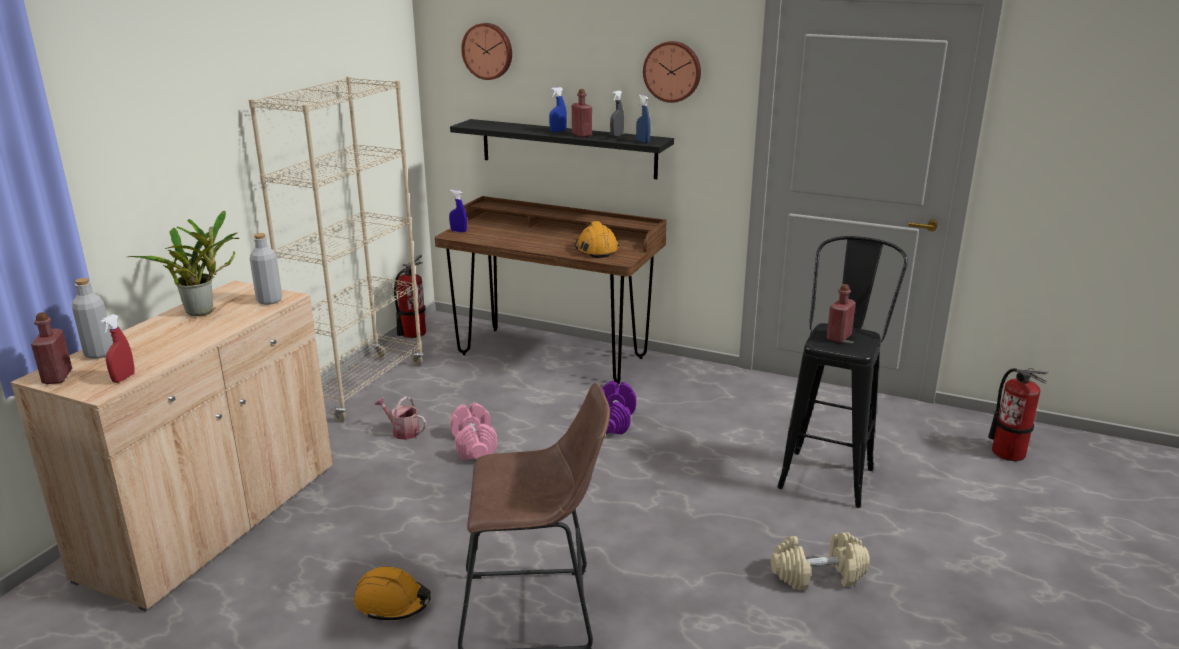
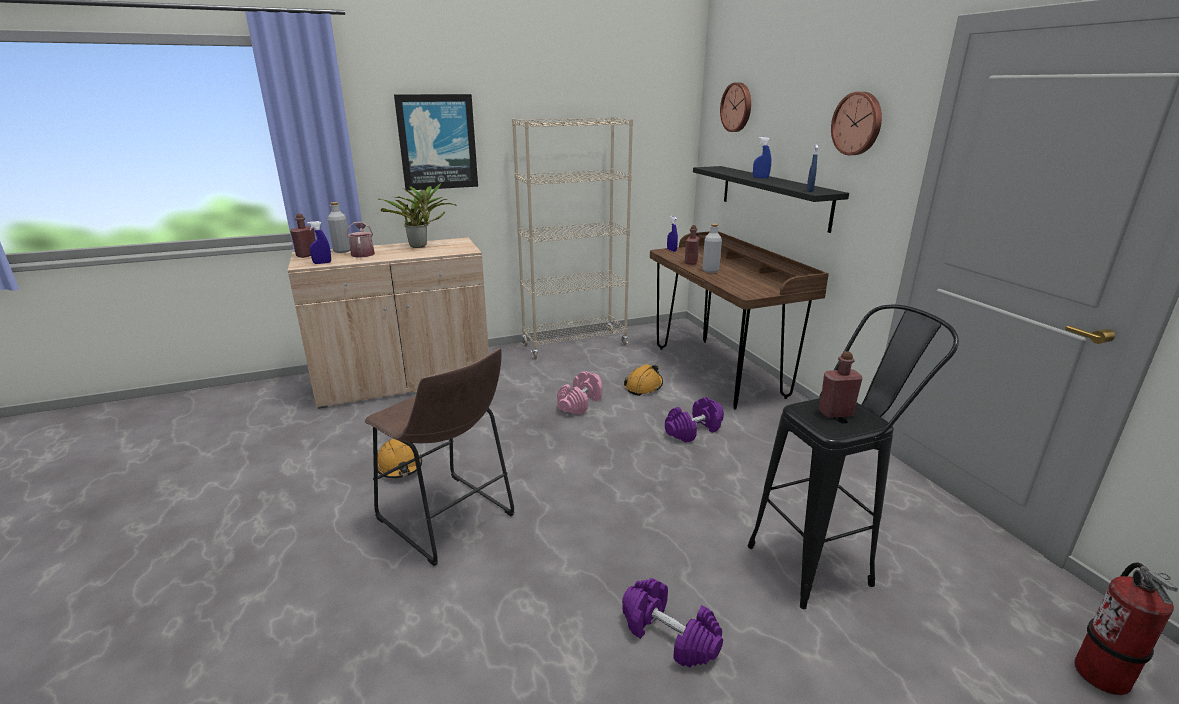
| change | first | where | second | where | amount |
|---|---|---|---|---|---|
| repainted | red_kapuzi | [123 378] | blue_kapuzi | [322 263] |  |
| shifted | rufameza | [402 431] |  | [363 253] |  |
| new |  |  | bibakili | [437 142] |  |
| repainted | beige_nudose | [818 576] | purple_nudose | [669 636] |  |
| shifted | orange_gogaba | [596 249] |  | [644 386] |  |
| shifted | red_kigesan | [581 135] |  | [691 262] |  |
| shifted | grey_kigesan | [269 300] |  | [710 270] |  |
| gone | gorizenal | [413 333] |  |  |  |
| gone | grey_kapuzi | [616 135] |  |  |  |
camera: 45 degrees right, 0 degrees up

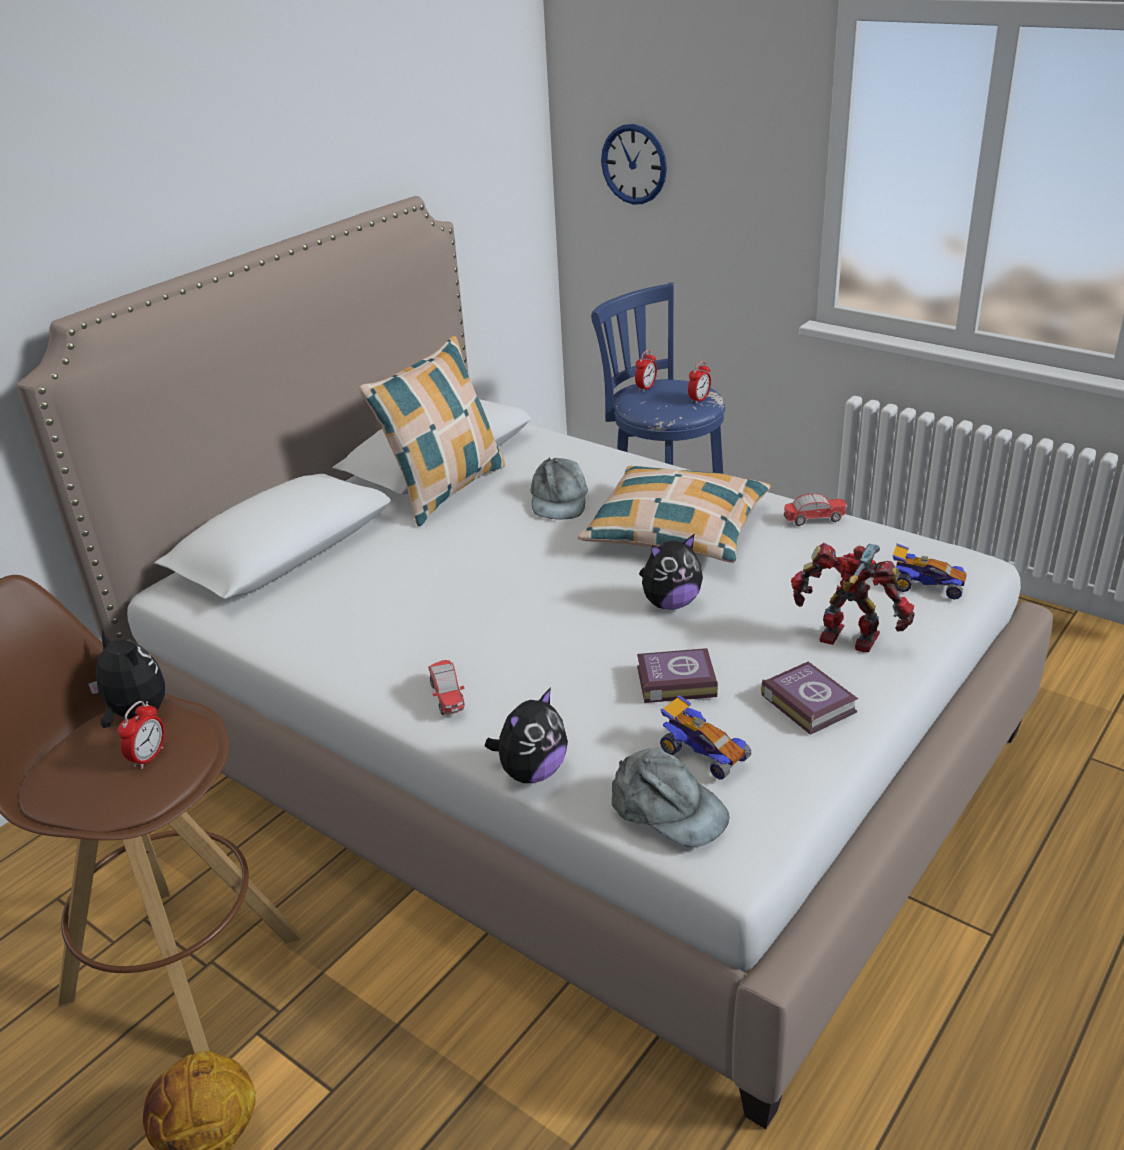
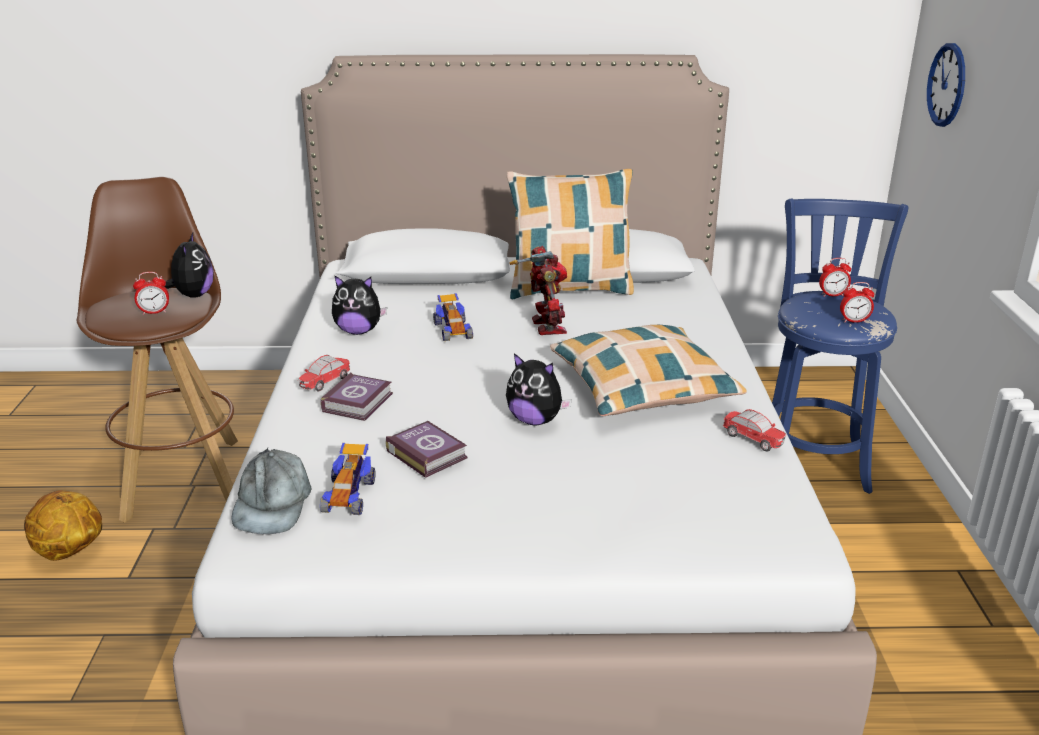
| change | first | where | second | where | amount |
|---|---|---|---|---|---|
| shifted | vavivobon | [808 702] |  | [359 402] |  |
| shifted | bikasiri | [532 772] |  | [358 331] |  |
| shifted | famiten | [926 586] |  | [452 330] |  |
| shifted | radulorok | [848 640] |  | [545 327] |  |
| gone | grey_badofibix | [558 499] |  |  |  |
camera: 50 degrees right, 5 degrees down

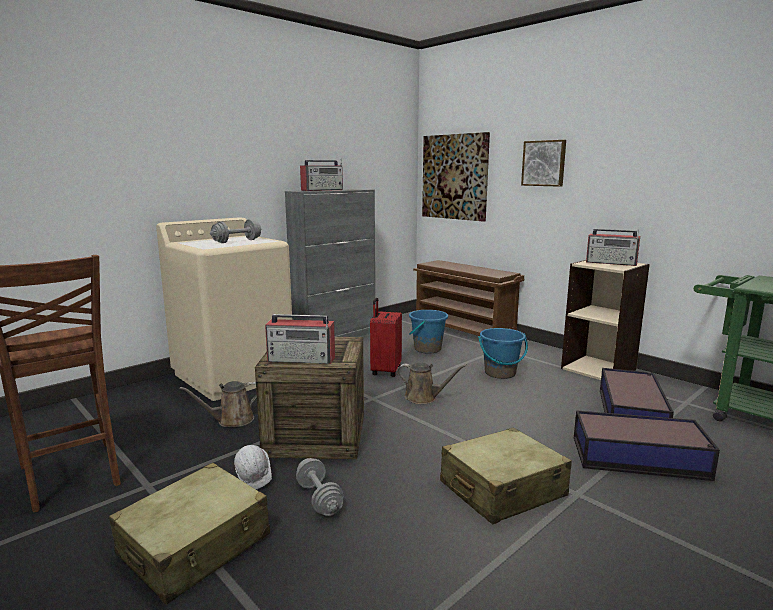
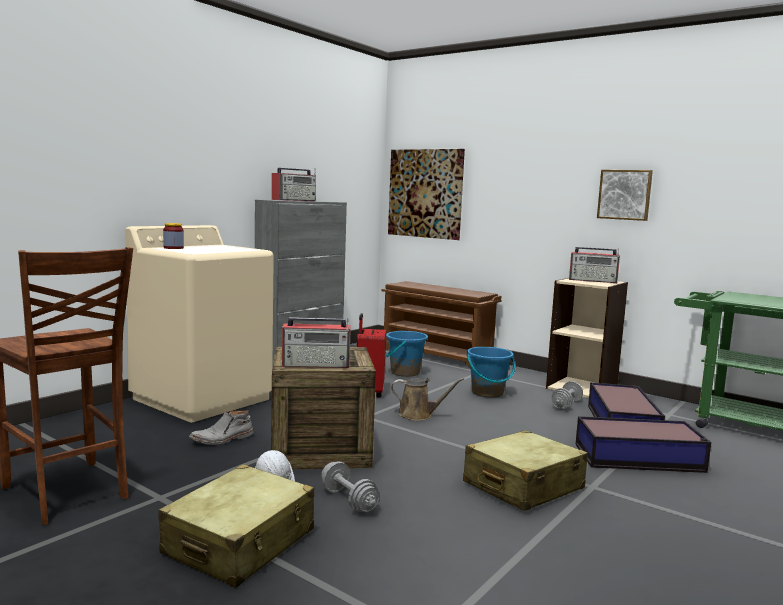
| change | first | where | second | where | amount |
|---|---|---|---|---|---|
| new |  |  | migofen | [173 248] |  |
| swapped | brown_rufameza | [232 420] | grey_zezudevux | [222 439] |  |
| shifted | grey_nudose | [237 241] |  | [566 405] |  |
| shifted | bibakili | [544 163] |  | [625 194] |  |
camera: 10 degrees left, 5 degrees down

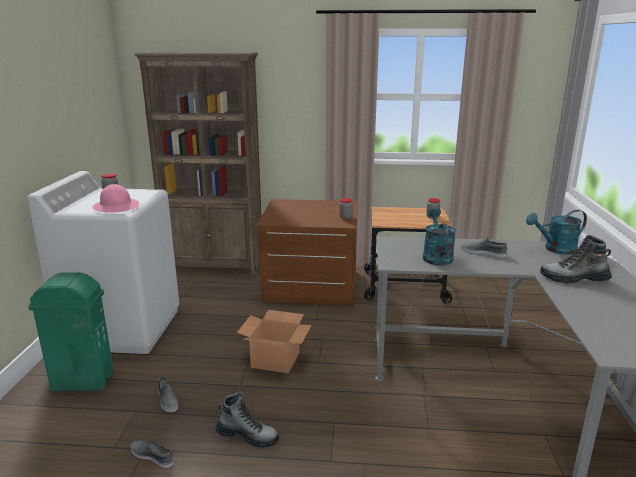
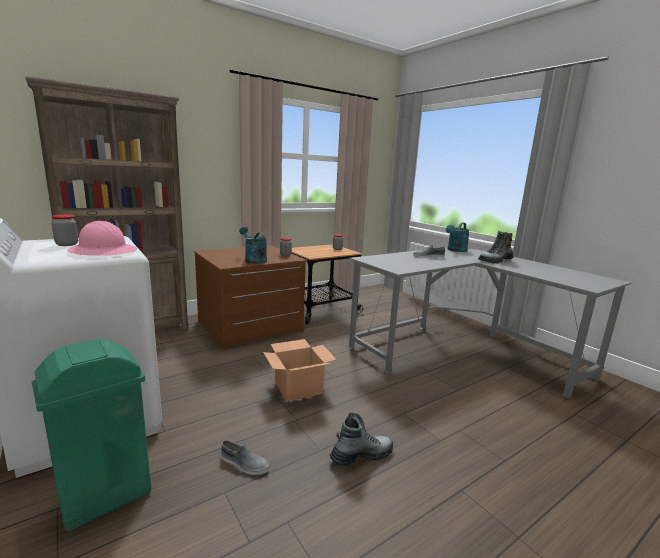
| change | first | where | second | where | amount |
|---|---|---|---|---|---|
| shifted | turquoise_rufameza | [436 256] |  | [253 260] |  |
| gone | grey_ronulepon | [152 456] |  |  |  |
camera: 40 degrees left, 5 degrees down

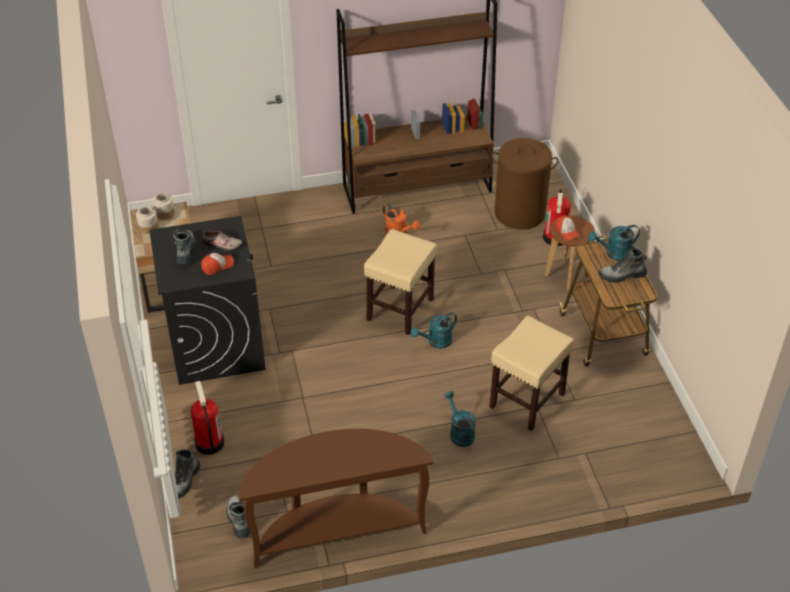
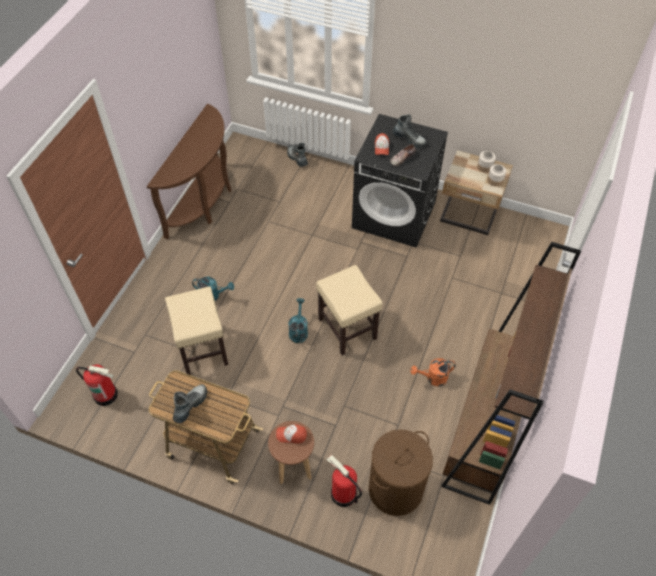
| change | first | where | second | where | amount |
|---|---|---|---|---|---|
| shifted | gorizenal | [209 443] |  | [106 394] |  |
| gone | zezudevux | [238 520] |  |  |  |
| gone | turquoise_rufameza | [613 253] |  |  |  |
camera: 125 degrees right, 10 degrees up

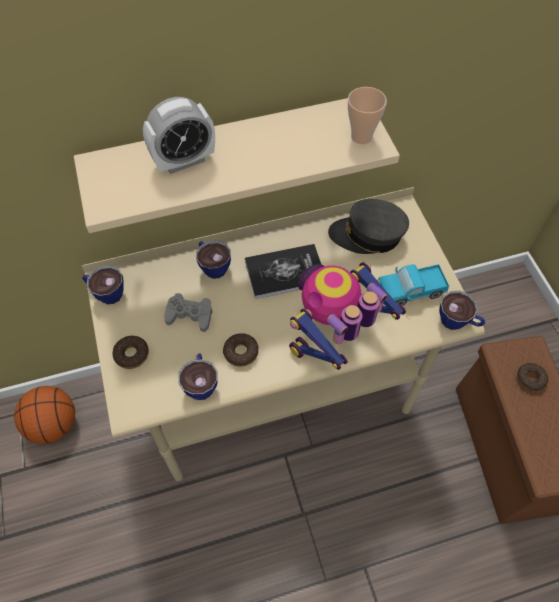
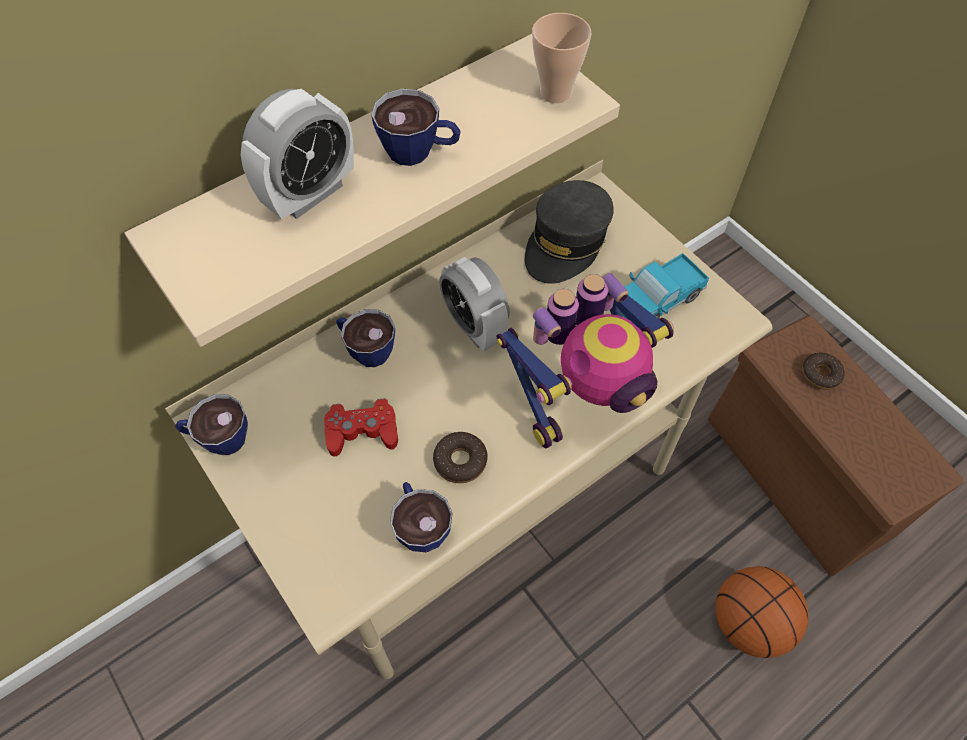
| change | first | where | second | where | amount |
|---|---|---|---|---|---|
| repainted | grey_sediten | [190 315] | red_sediten | [362 431] |  |
| shifted | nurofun | [458 322] |  | [419 152] |  |
| swapped | vavivobon | [285 272] | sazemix | [474 326] |  |
| rotated | radulorok | [335 337] |  | [583 396] | 150 degrees counterclockwise |
| rotated | grey_badofibix | [367 235] |  | [566 243] | 45 degrees counterclockwise |
| shifted | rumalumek | [53 424] |  | [748 623] |  |
| gone | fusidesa | [132 354] |  |  |  |
camera: 20 degrees left, 0 degrees up

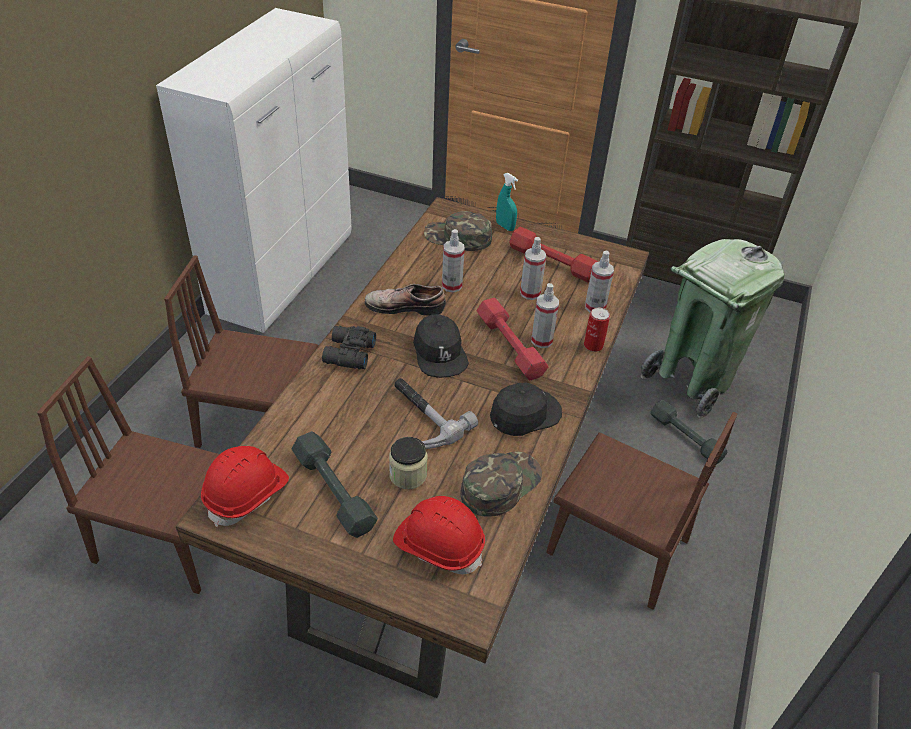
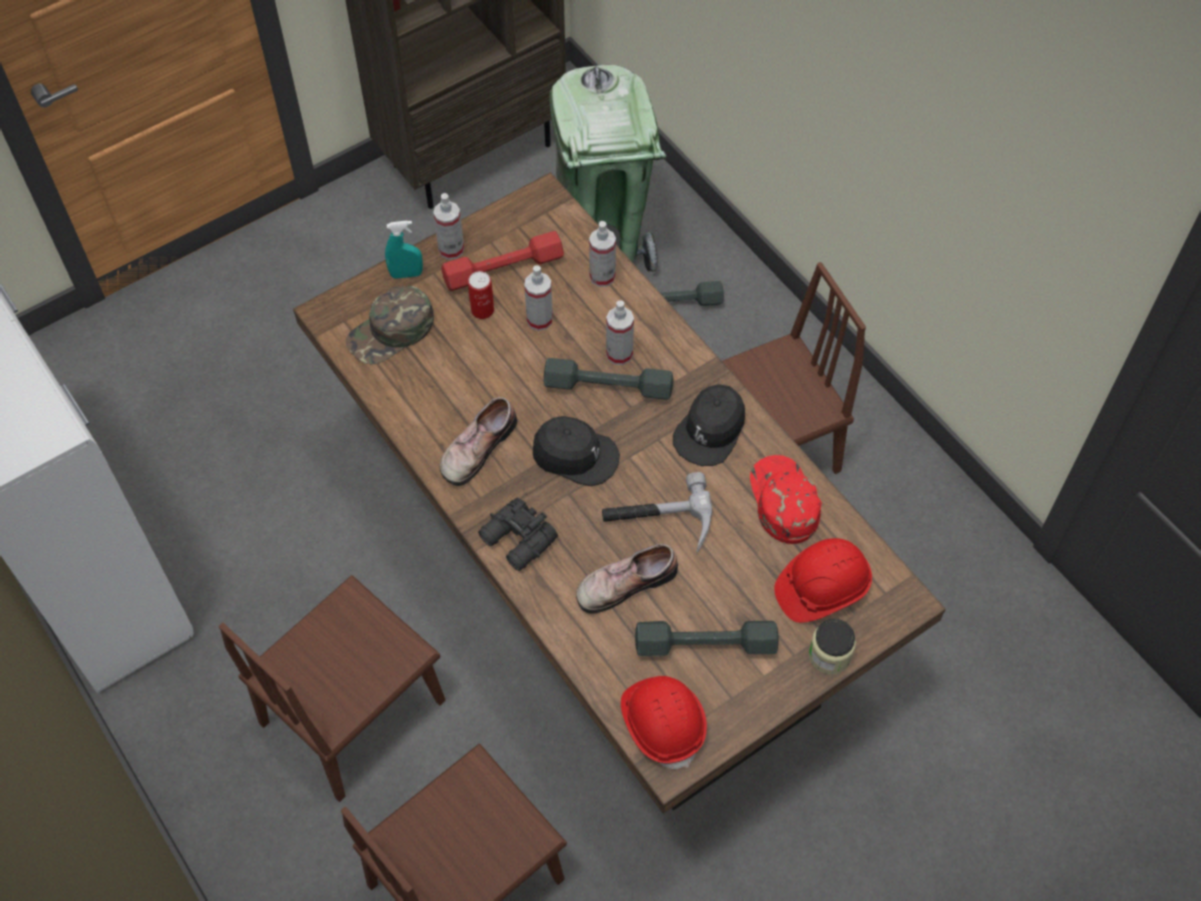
| change | first | where | second | where | amount |
|---|---|---|---|---|---|
| shifted | kapuzi | [452 285] |  | [451 249] |  |
| shifted | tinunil | [593 345] |  | [482 310] |  |
| repainted | red_nudose | [510 346] | grey_nudose | [608 386] |  |
| new |  |  | ronulepon | [624 581] |  |
| rotated | black_badofibix | [524 414] |  | [710 430] | 150 degrees counterclockwise |
| repainted | green_badofibix | [500 484] | red_badofibix | [783 501] |  |
| shifted | migofen | [408 475] |  | [829 655] |  |
camera: 55 degrees left, 15 degrees up

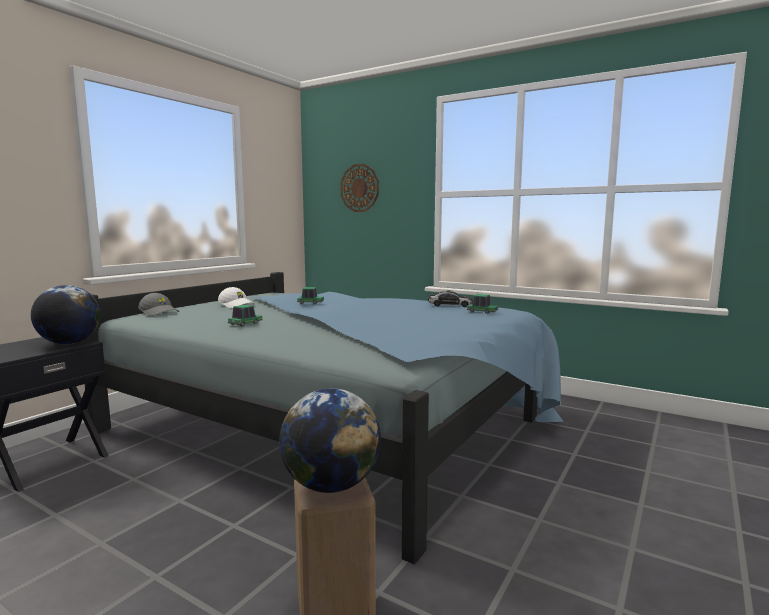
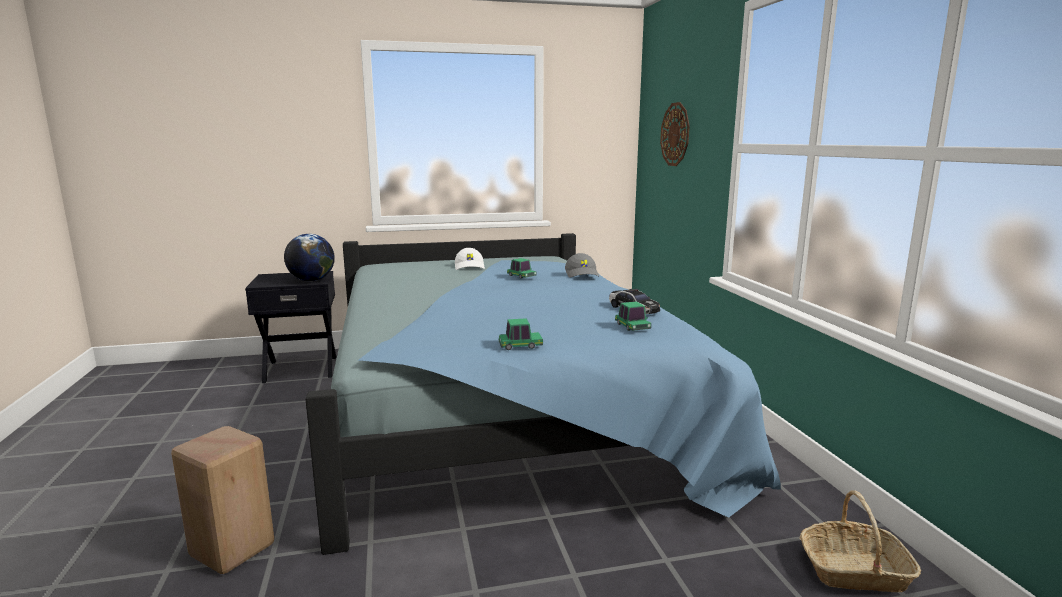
| change | first | where | second | where | amount |
|---|---|---|---|---|---|
| shifted | famiten | [245 324] |  | [520 346] |  |
| shifted | grey_badofibix | [159 312] |  | [582 274] |  |
| new |  |  | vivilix | [854 571] |  |
| gone | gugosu | [331 485] |  |  |  |
camera: 45 degrees right, 5 degrees up

